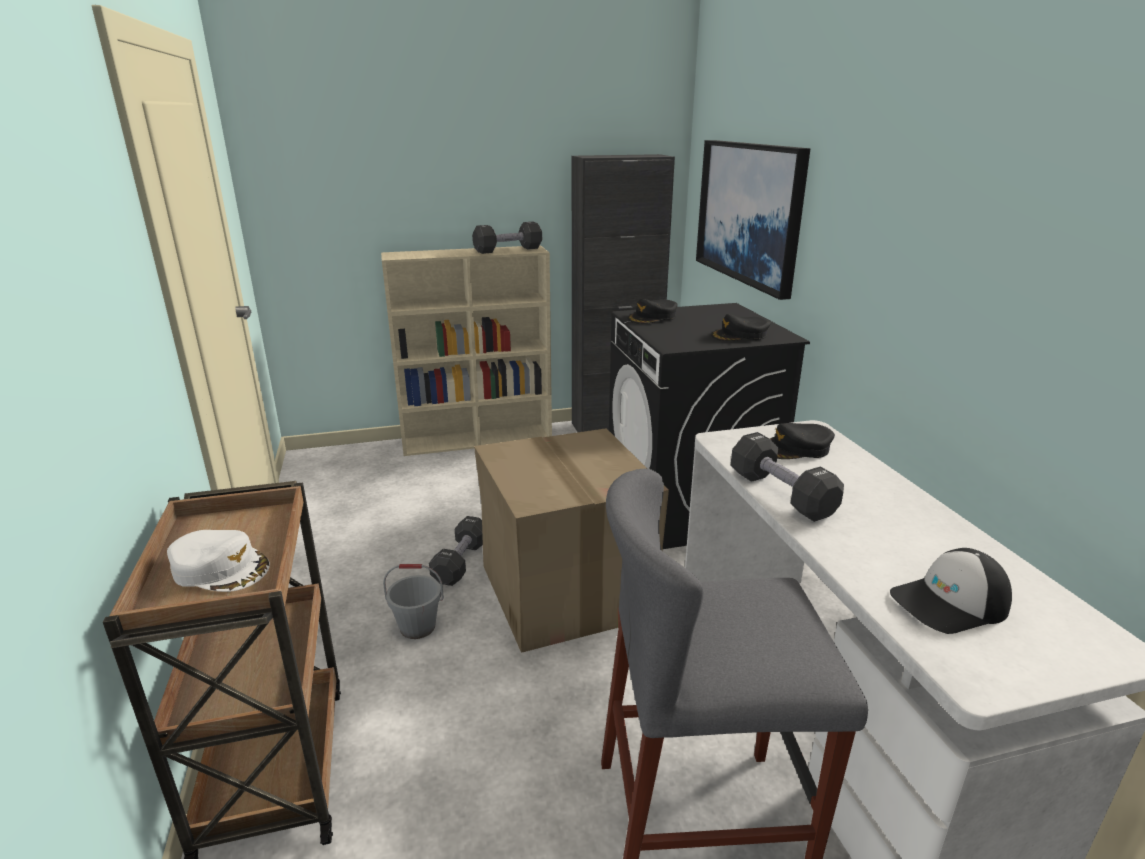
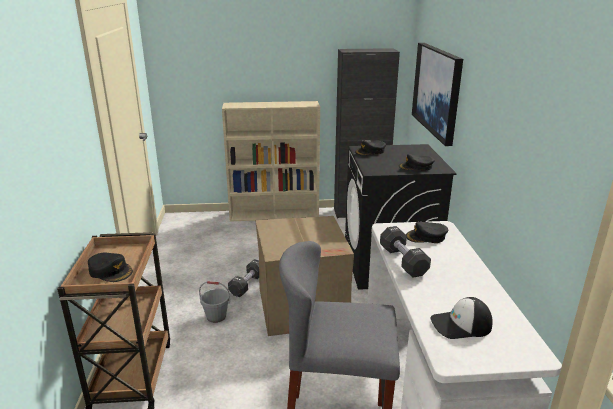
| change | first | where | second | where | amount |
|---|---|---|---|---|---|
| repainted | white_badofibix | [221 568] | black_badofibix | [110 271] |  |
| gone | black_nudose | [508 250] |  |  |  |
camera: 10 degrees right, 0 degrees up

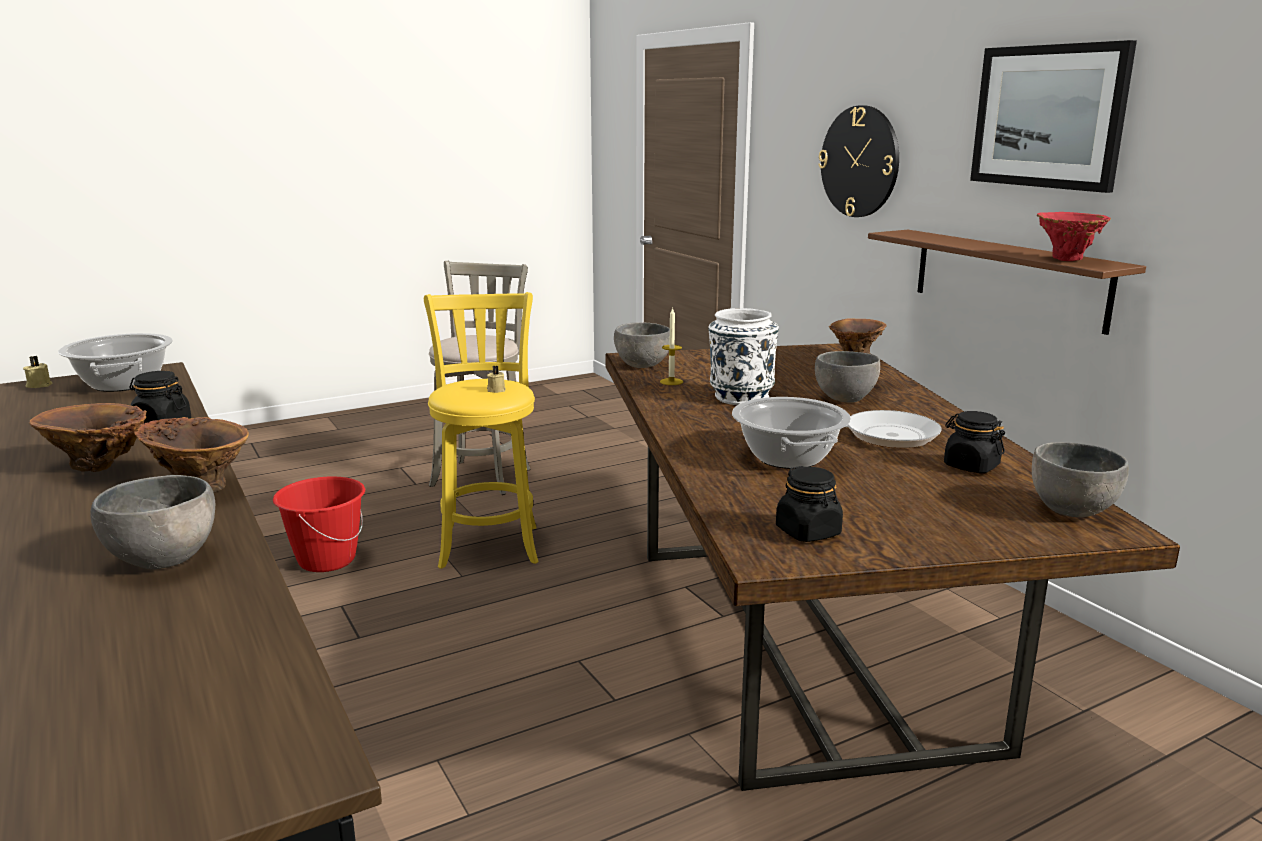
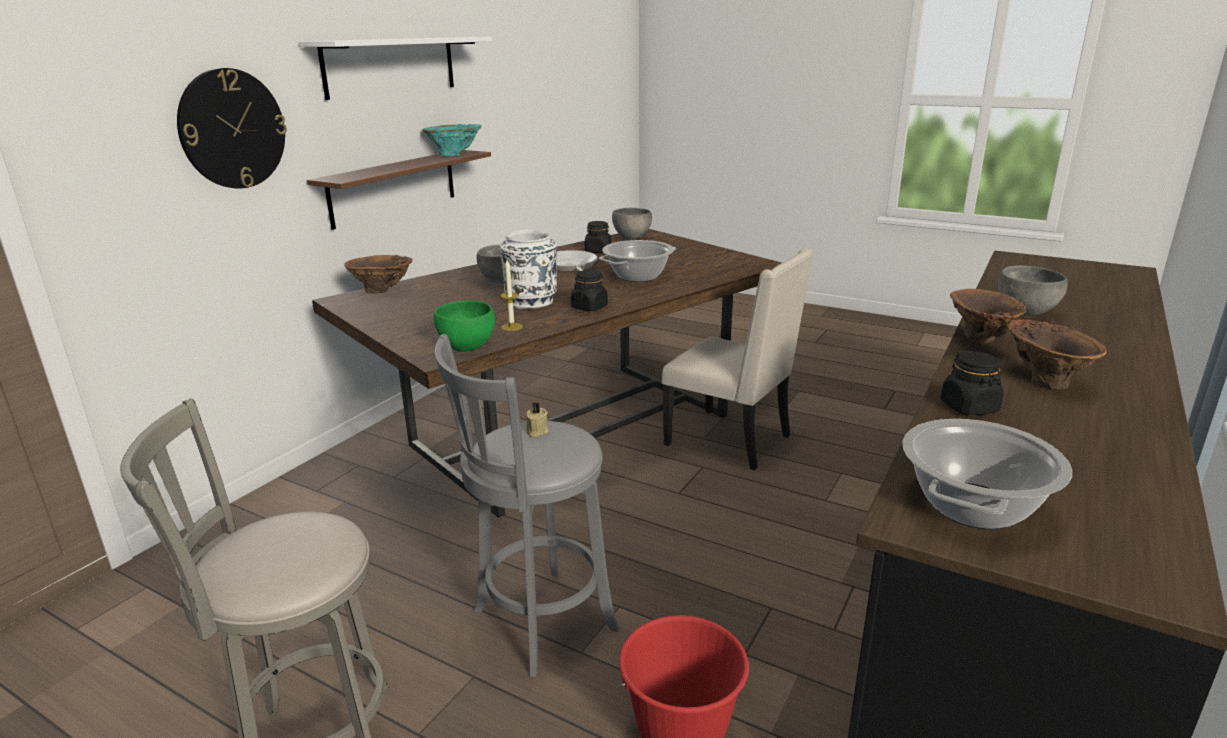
| change | first | where | second | where | amount |
|---|---|---|---|---|---|
| swapped | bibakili | [1048 116] | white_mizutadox | [391 66] |  |
| repainted | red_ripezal | [1066 260] | turquoise_ripezal | [455 155] |  |
| repainted | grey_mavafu | [641 365] | green_mavafu | [467 347] |  |
| repainted | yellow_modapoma | [489 544] | grey_modapoma | [538 623] |  |
| shifted | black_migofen | [808 532] |  | [589 307] |  |
| new |  |  | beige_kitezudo | [731 440] |  |
| gone | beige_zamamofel | [39 385] |  |  |  |
camera: 120 degrees left, 5 degrees up

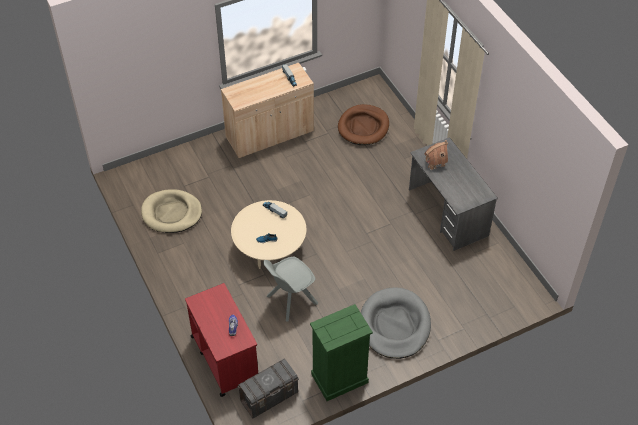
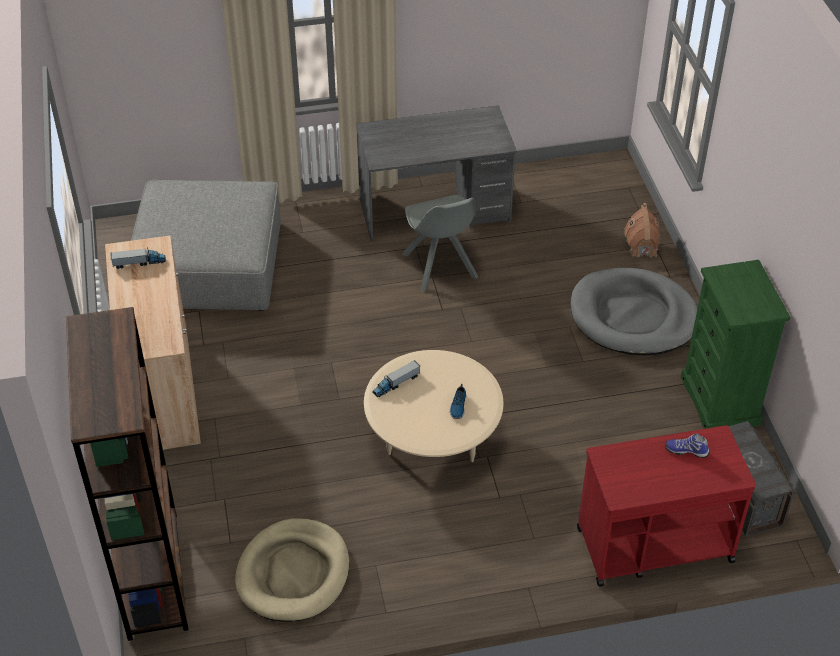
| change | first | where | second | where | amount |
|---|---|---|---|---|---|
| new |  |  | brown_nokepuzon | [153 574] |  |
| swapped | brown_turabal | [363 127] | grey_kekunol | [208 264] |  |
| shifted | grey_kitezudo | [290 300] |  | [440 267] |  |
| shifted | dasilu | [435 162] |  | [641 247] |  |
camera: 75 degrees left, 5 degrees down

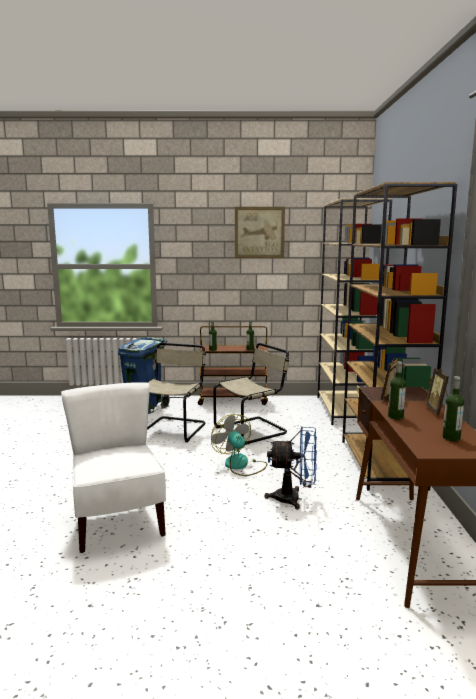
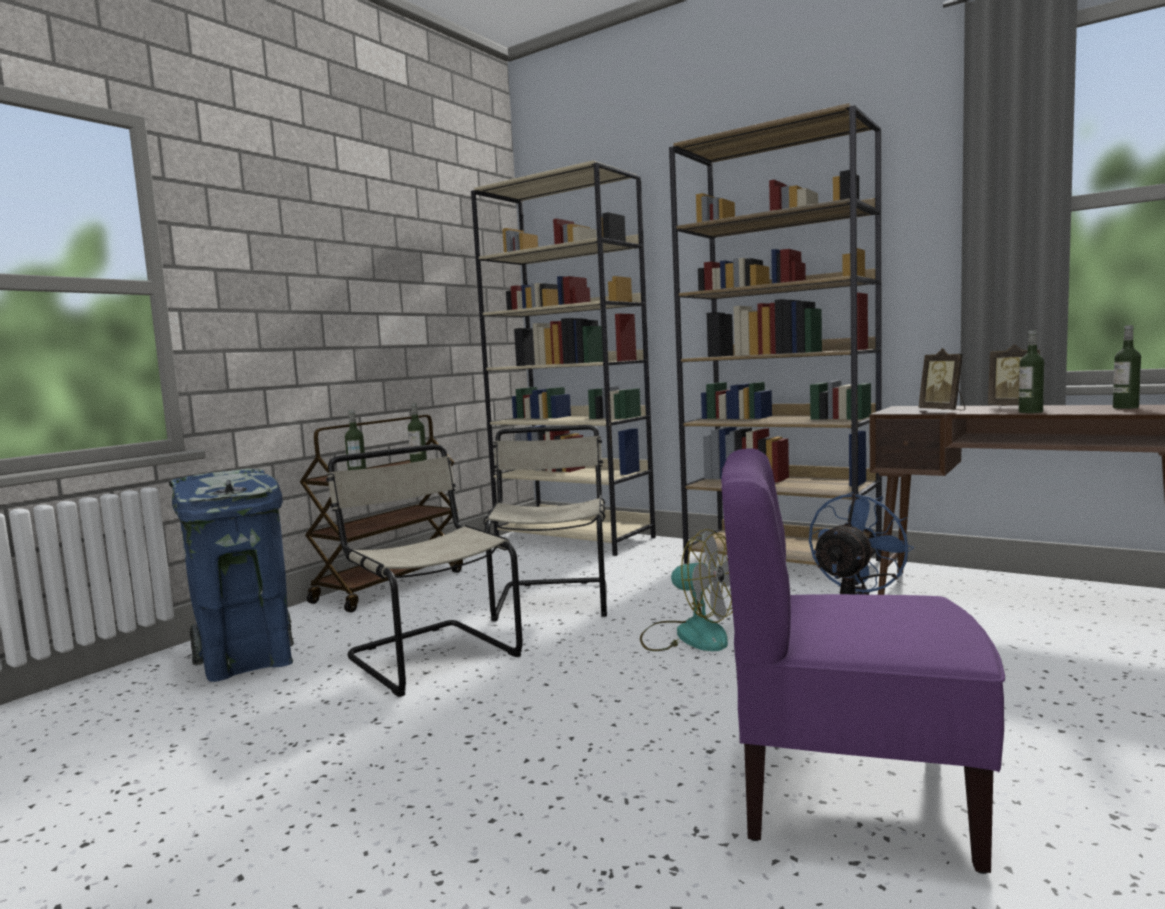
| change | first | where | second | where | amount |
|---|---|---|---|---|---|
| rotated | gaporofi | [240 465] |  | [689 635] | 150 degrees counterclockwise |
| repainted | white_kitezudo | [118 523] | purple_kitezudo | [850 797] |  |
| gone | bibakili | [259 232] |  |  |  |
camera: 55 degrees left, 5 degrees down

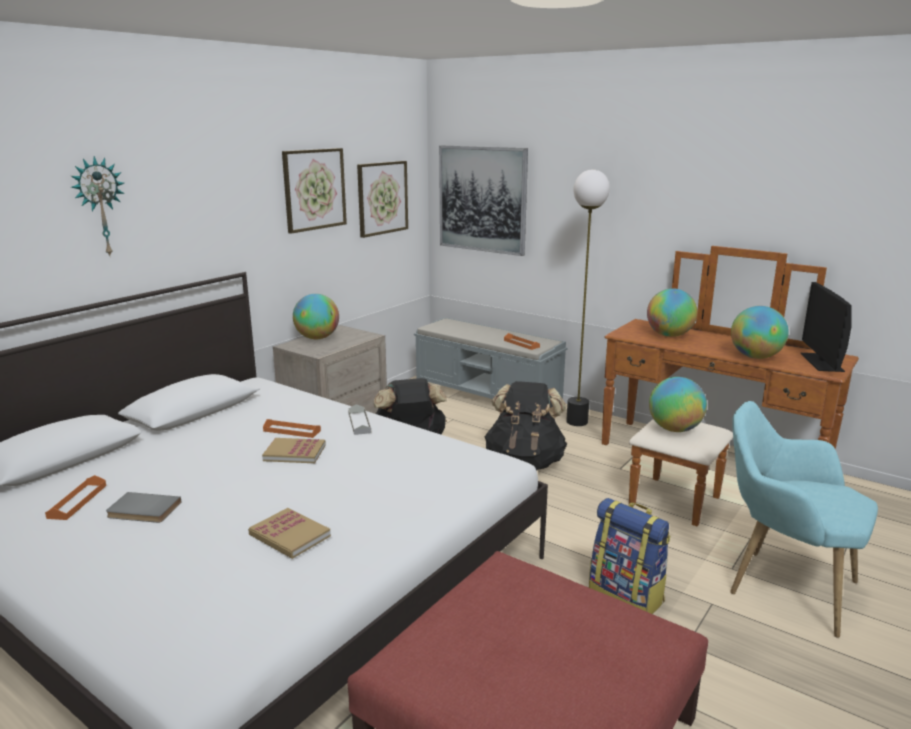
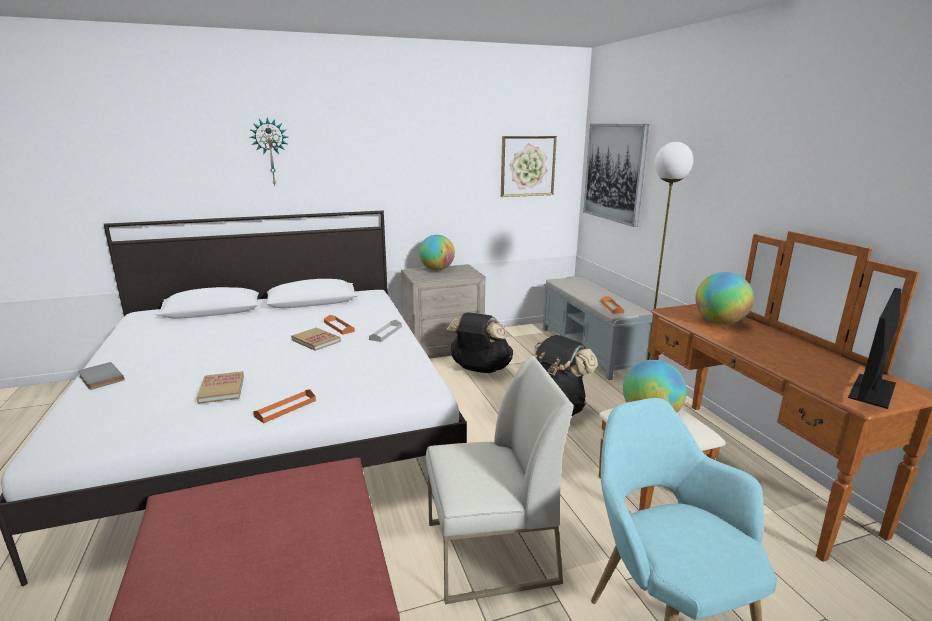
| change | first | where | second | where | amount |
|---|---|---|---|---|---|
| shifted | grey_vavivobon | [143 511] |  | [99 378] |  |
| shifted | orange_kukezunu | [77 501] |  | [285 408] |  |
| swapped | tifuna | [627 596] | white_kitezudo | [490 552] |  |
| gone | bibakili | [314 189] |  |  |  |
| gone | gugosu | [755 357] |  |  |  |
camera: 35 degrees right, 0 degrees up

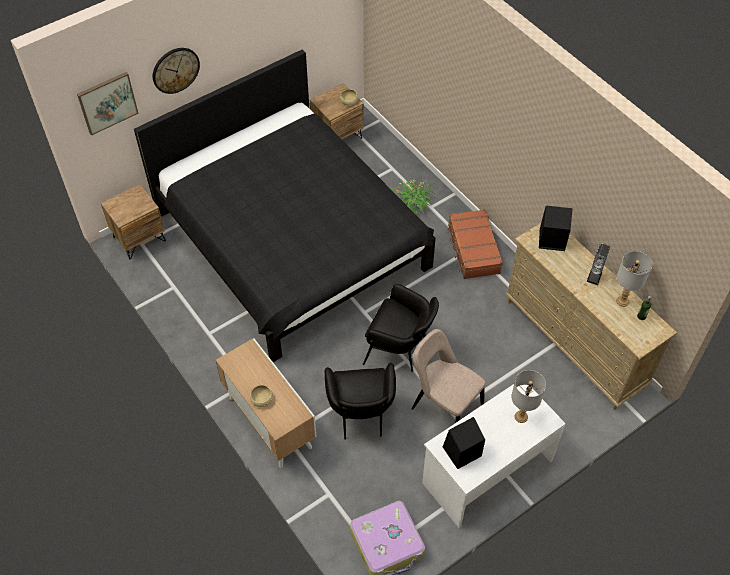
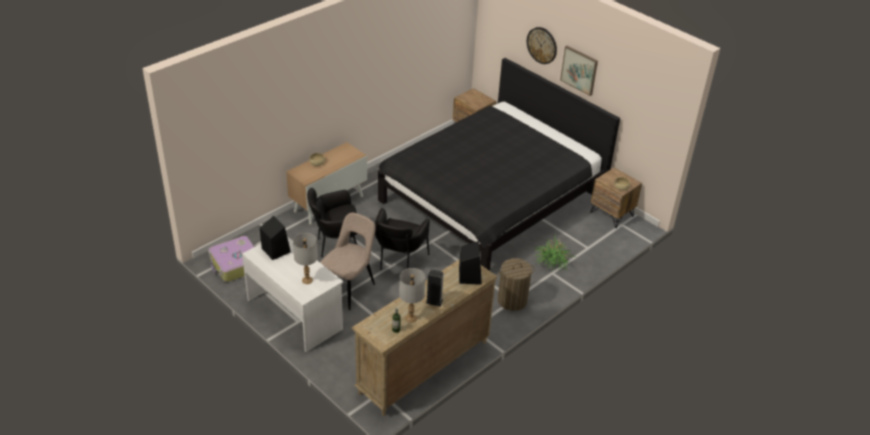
| change | first | where | second | where | amount |
|---|---|---|---|---|---|
| swapped | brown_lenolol | [473 249] | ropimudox | [512 300] |  |
| shifted | bibakili | [107 102] |  | [579 70] |  |
camera: 80 degrees right, 15 degrees down

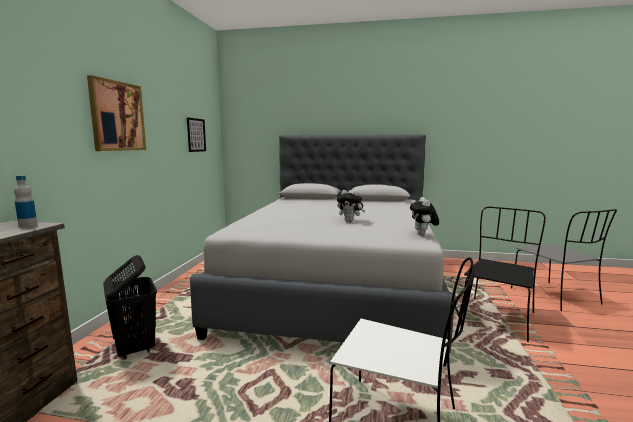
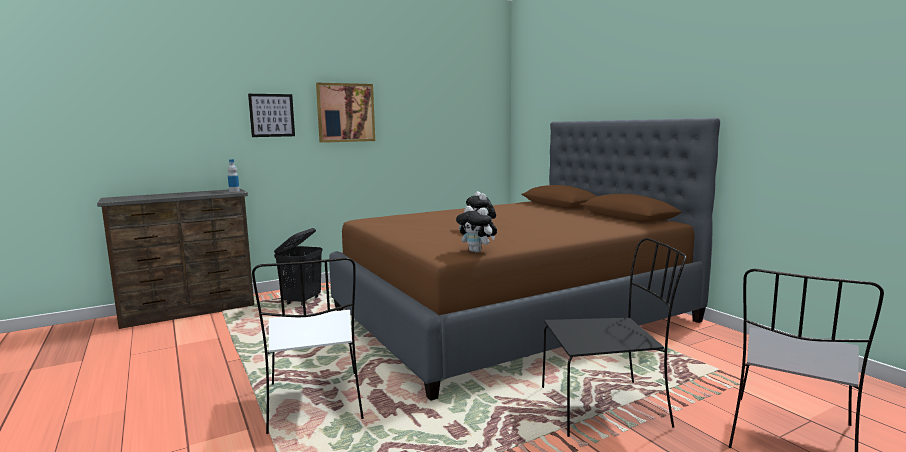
| change | first | where | second | where | amount |
|---|---|---|---|---|---|
| shifted | bibakili | [196 135] |  | [272 115] |  |
| repainted | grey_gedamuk | [336 287] | brown_gedamuk | [511 315] |  |
| rotated | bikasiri | [423 235] |  | [477 251] | 105 degrees counterclockwise |
camera: 50 degrees right, 0 degrees up

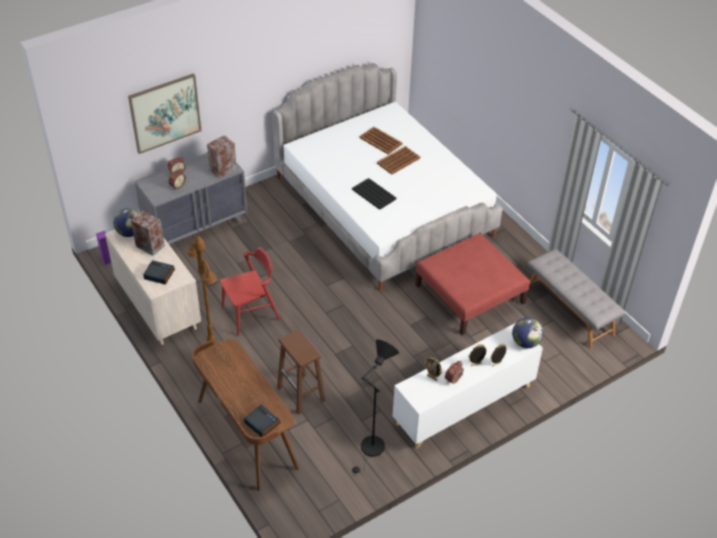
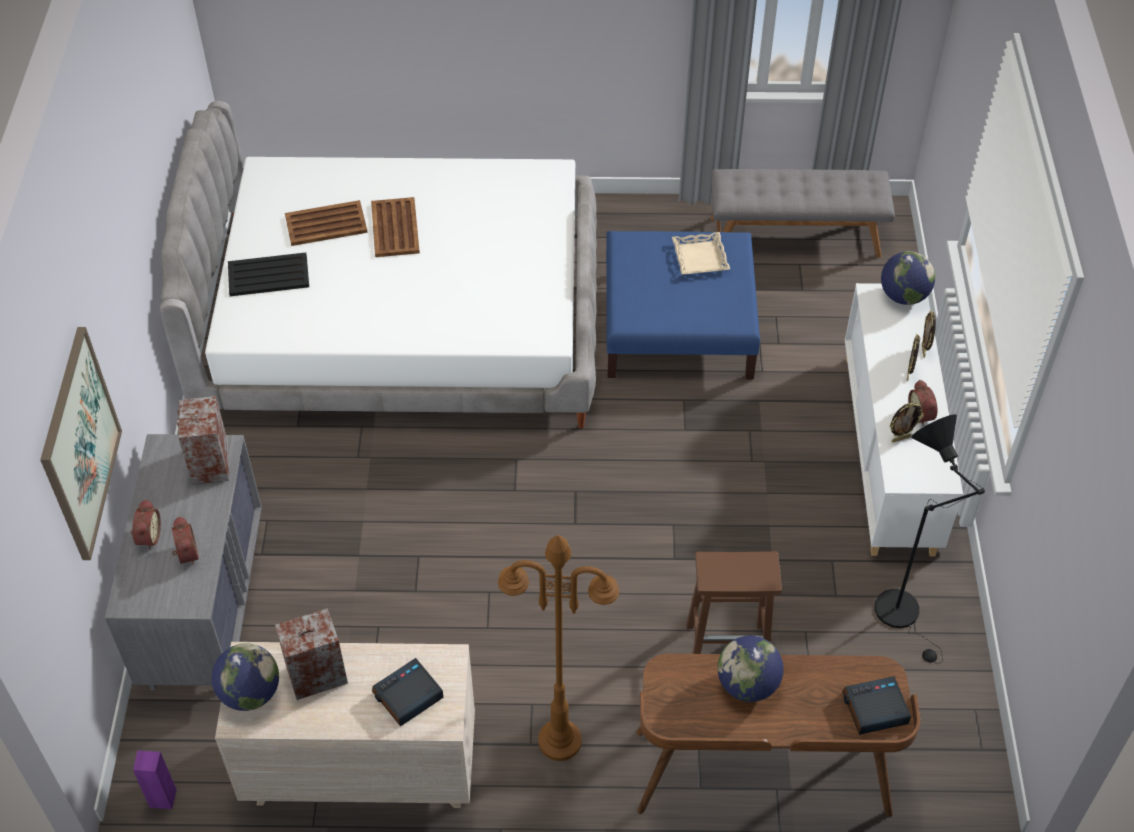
| change | first | where | second | where | amount |
|---|---|---|---|---|---|
| shifted | black_kukezunu | [374 194] |  | [269 275] |  |
| repainted | red_kekunol | [469 294] | blue_kekunol | [677 325] |  |
| new |  |  | beige_kukezunu | [699 257] |  |
| new |  |  | gugosu | [747 685] |  |
| gone | red_kitezudo | [251 313] |  |  |  |
camera: 55 degrees left, 5 degrees up

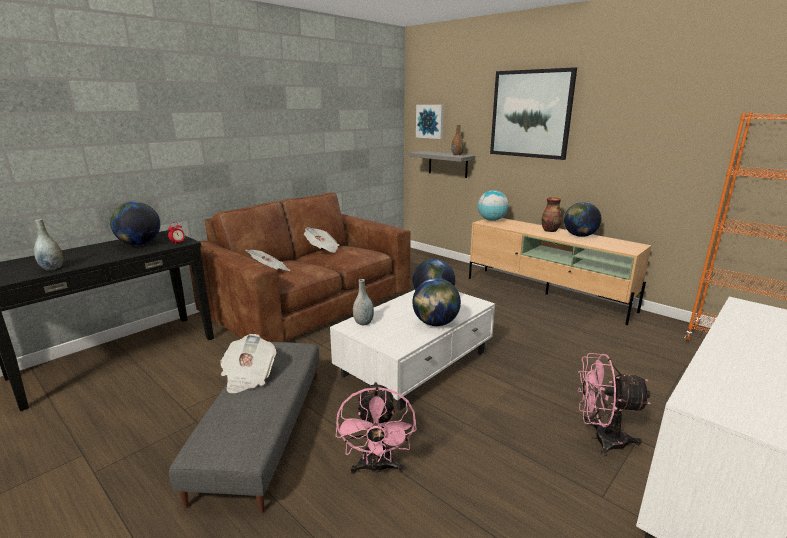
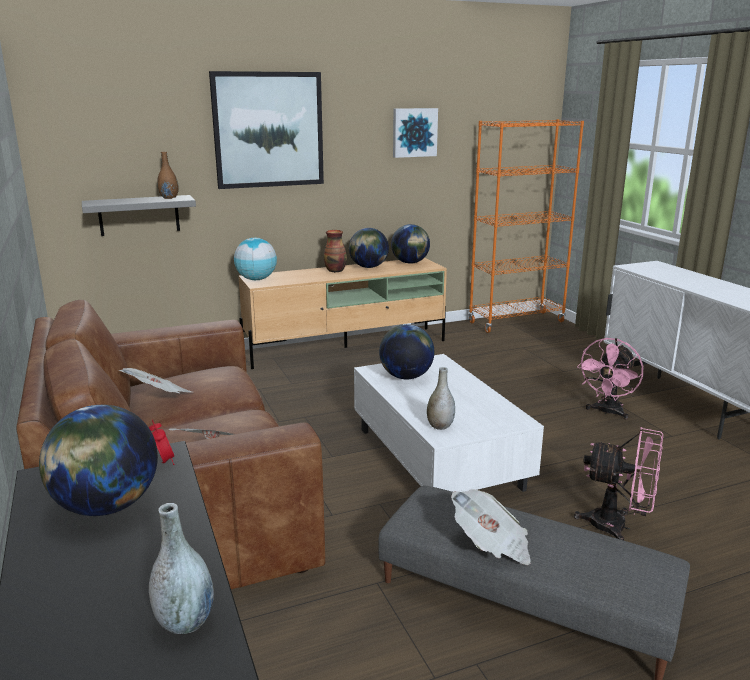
| change | first | where | second | where | amount |
|---|---|---|---|---|---|
| shifted | gugosu | [435 323] |  | [410 263] |  |
| shifted | bibakili | [430 121] |  | [414 132] |  |
camera: 65 degrees left, 0 degrees up

